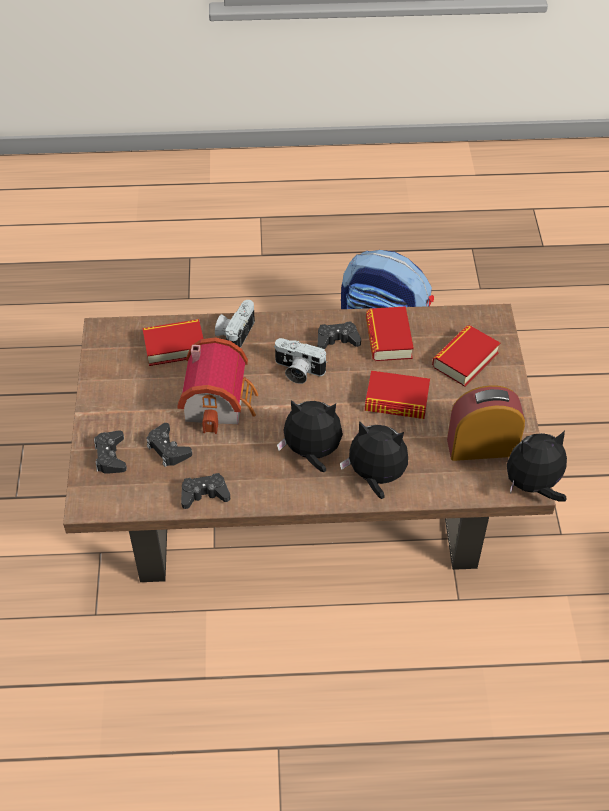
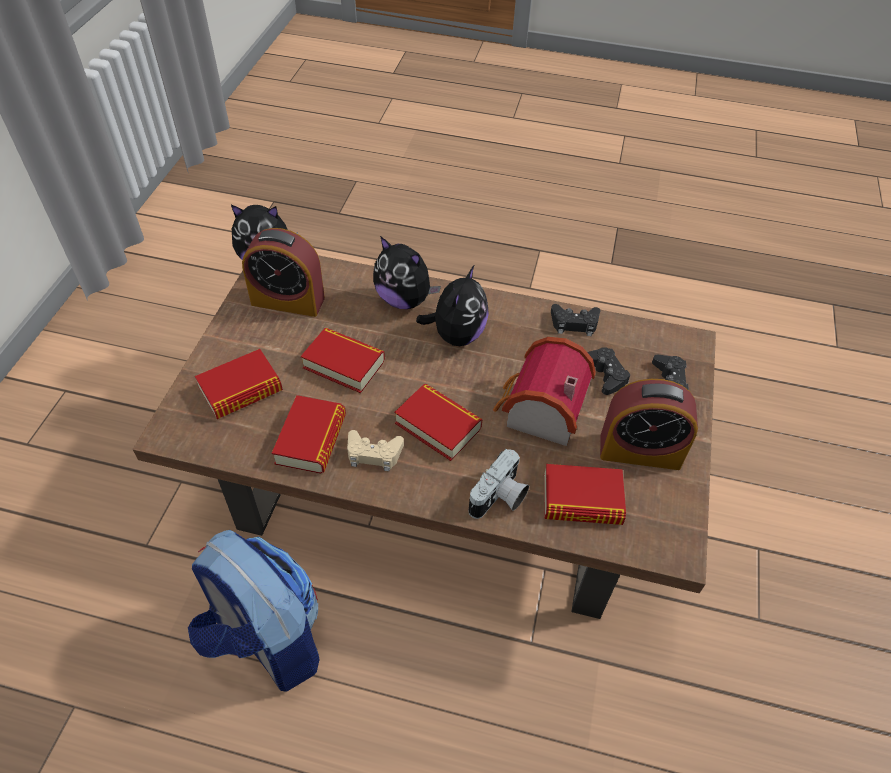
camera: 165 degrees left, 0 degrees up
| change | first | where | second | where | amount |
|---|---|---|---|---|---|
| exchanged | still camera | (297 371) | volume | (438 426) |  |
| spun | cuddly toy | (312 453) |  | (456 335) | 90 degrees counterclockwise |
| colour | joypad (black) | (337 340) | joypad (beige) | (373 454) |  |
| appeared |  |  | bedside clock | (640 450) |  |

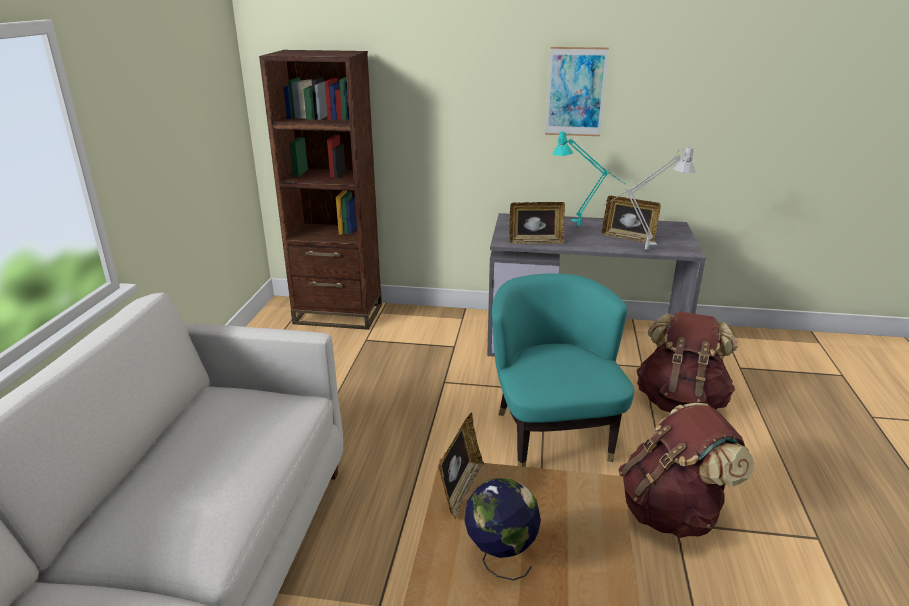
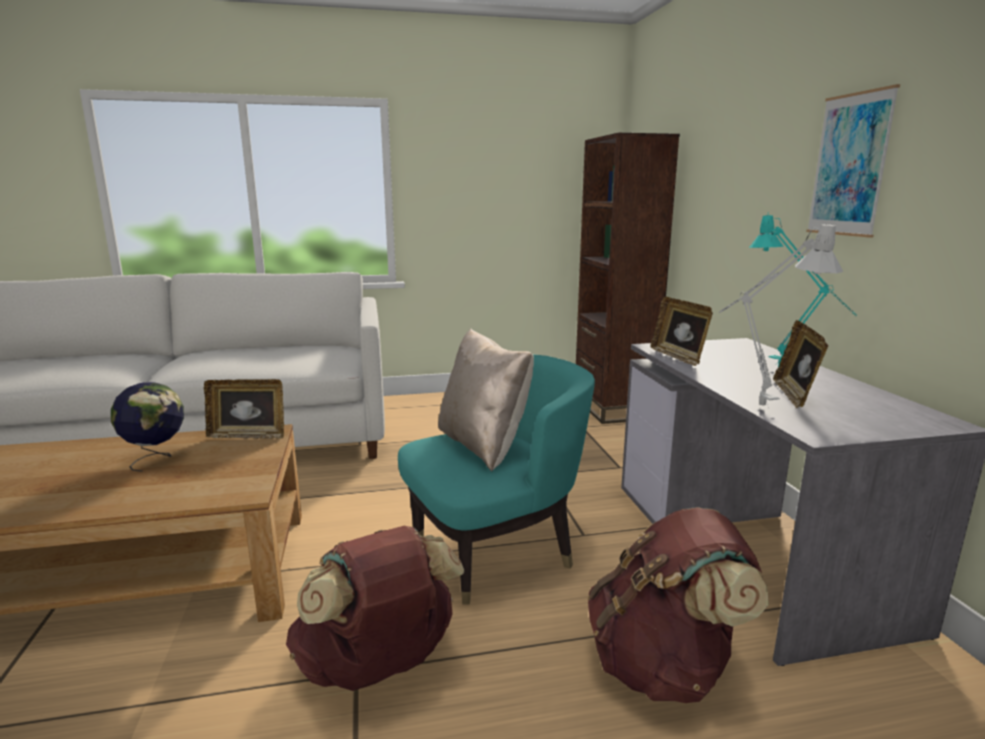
camera: 70 degrees right, 10 degrees down
| change | first | where | second | where | amount |
|---|---|---|---|---|---|
| appeared |  |  | throw pillow (beige) | (483 445) |  |

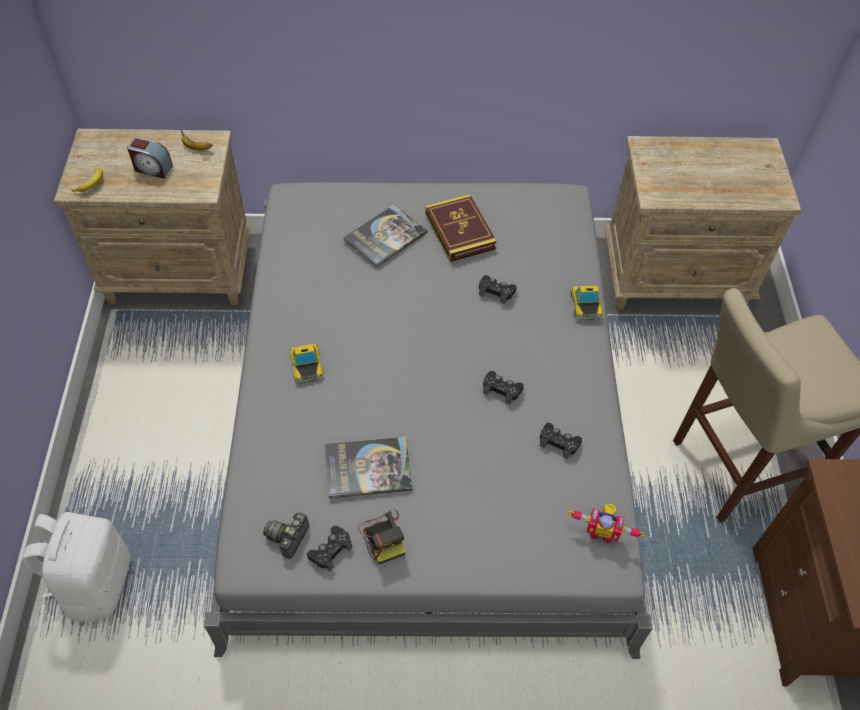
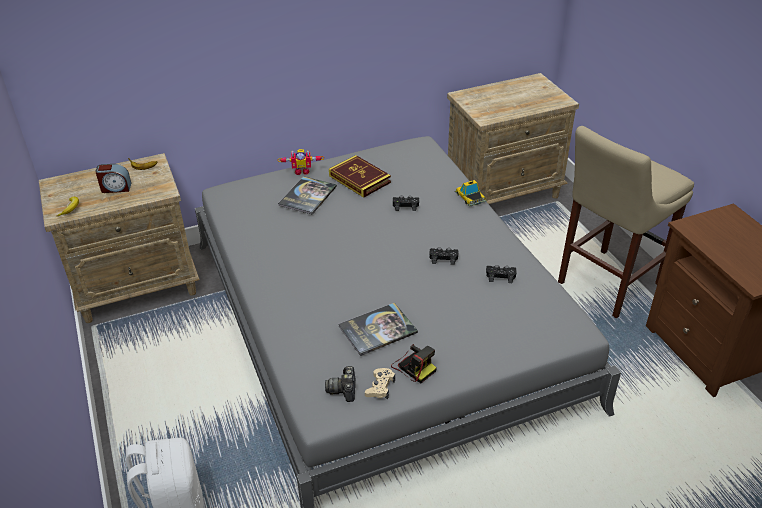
camera: 20 degrees left, 15 degrees down
| change | first | where | second | where | amount |
|---|---|---|---|---|---|
| missing | miniature car | (306 365) |  |  |  |
| colour | joypad (black) | (330 550) | joypad (beige) | (380 387) |  |
| relocated | robot figure | (602 531) |  | (302 171) |  |

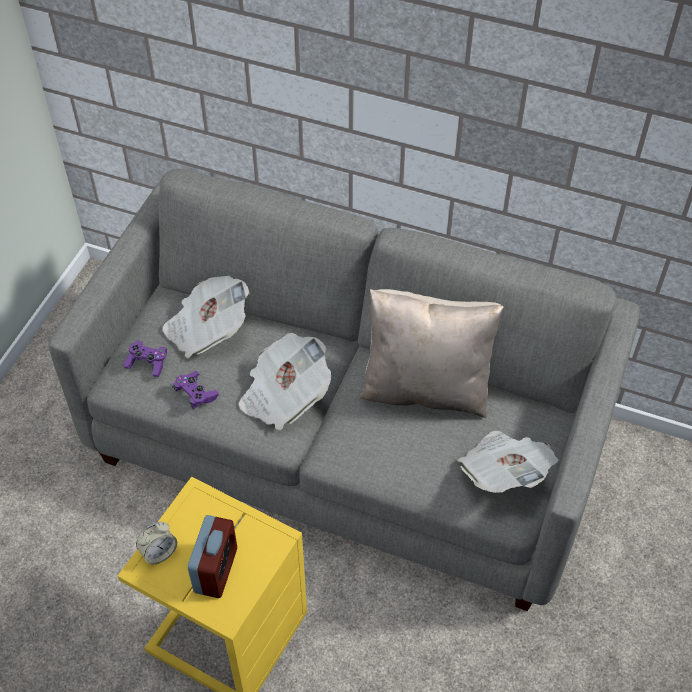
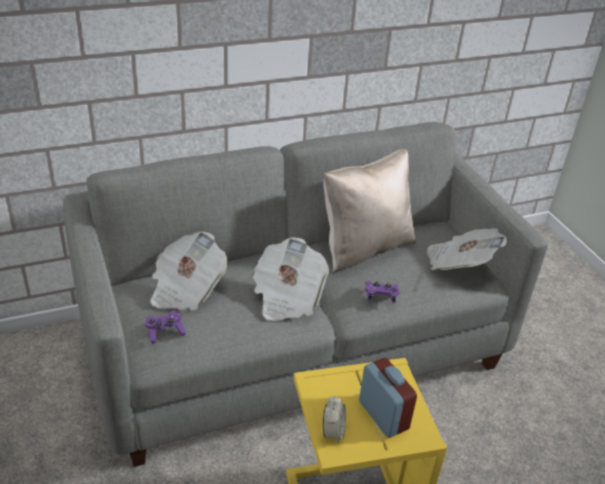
camera: 45 degrees left, 15 degrees down
| change | first | where | second | where | amount |
|---|---|---|---|---|---|
| relocated | joypad (purple) | (196 394) |  | (381 296) |  |

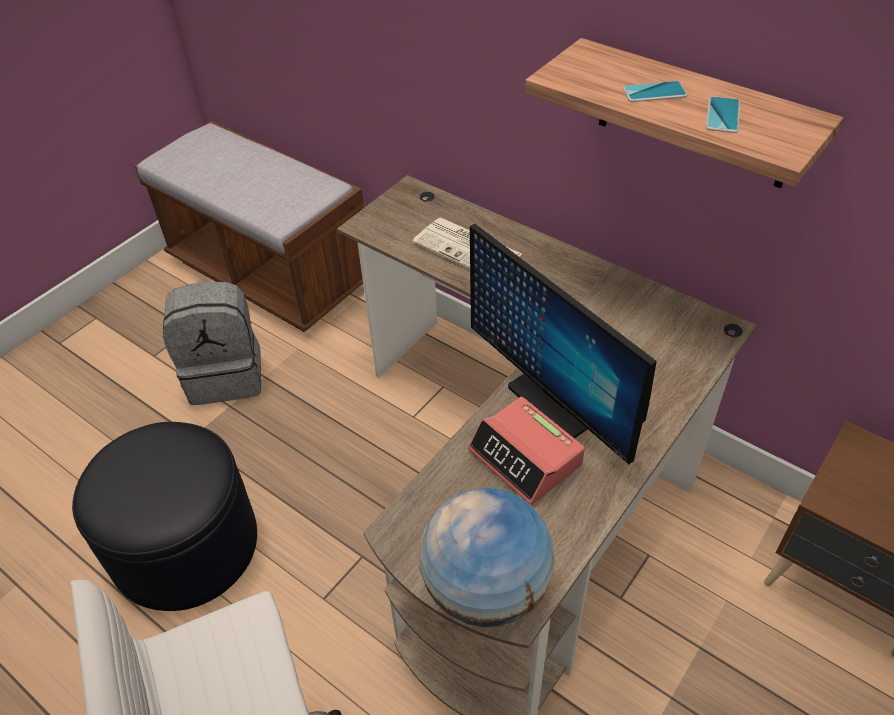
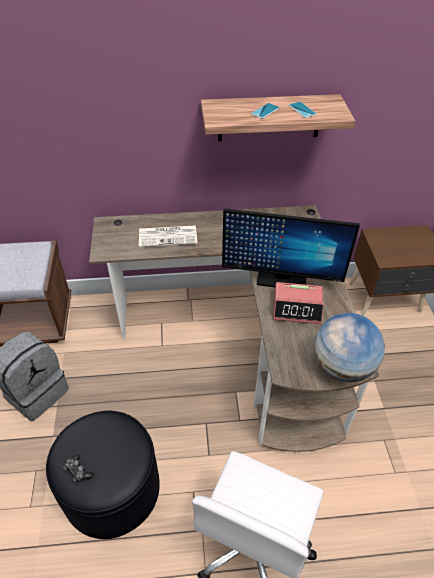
camera: 45 degrees left, 0 degrees up
| change | first | where | second | where | amount |
|---|---|---|---|---|---|
| appeared |  |  | joypad | (78 471) |  |

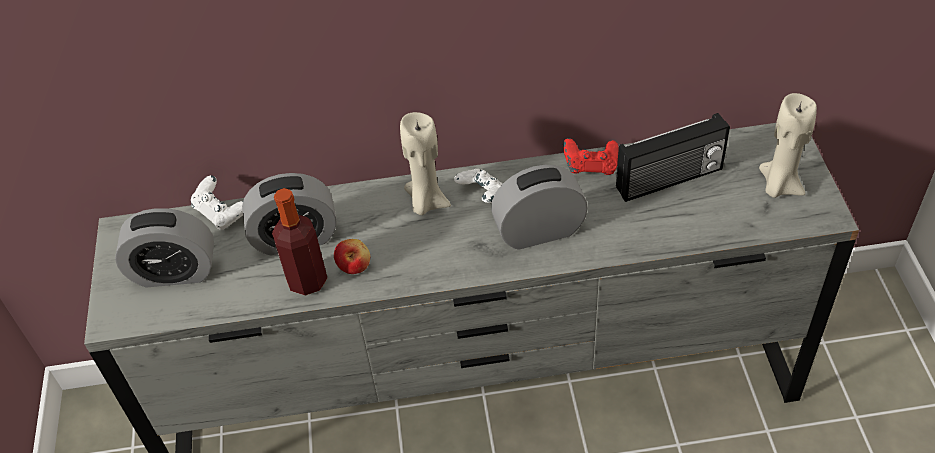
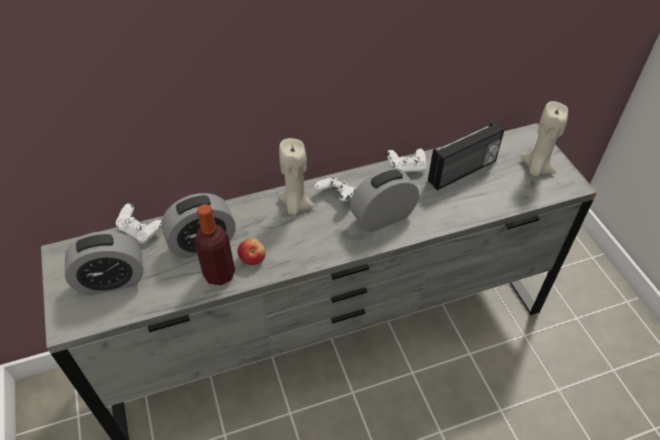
camera: 15 degrees left, 0 degrees up
| change | first | where | second | where | amount |
|---|---|---|---|---|---|
| colour | joypad (red) | (591 167) | joypad (white-coloured) | (406 168) |  |

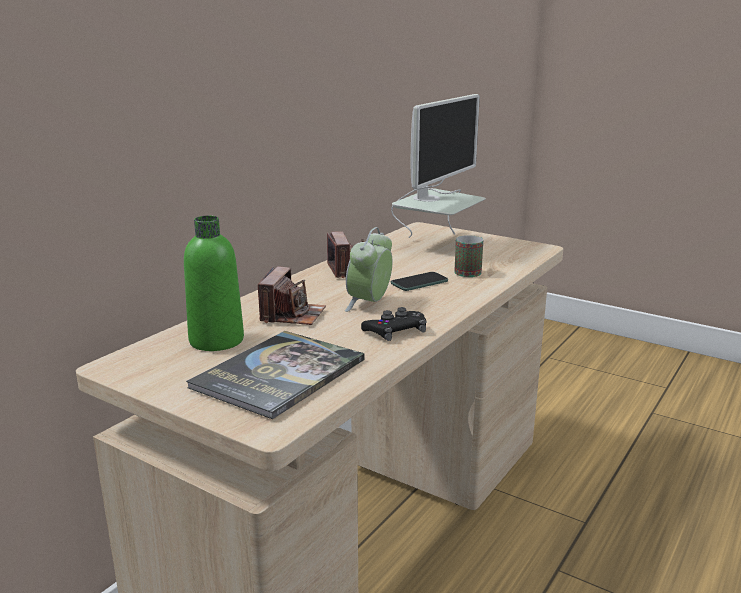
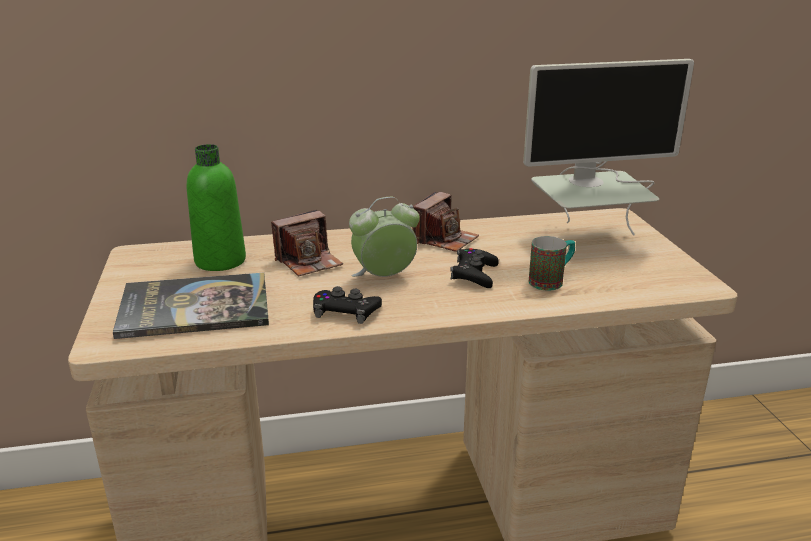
camera: 45 degrees right, 5 degrees up
| change | first | where | second | where | amount |
|---|---|---|---|---|---|
| exchanged | phone | (419 282) | joypad (black) | (474 274) |  |

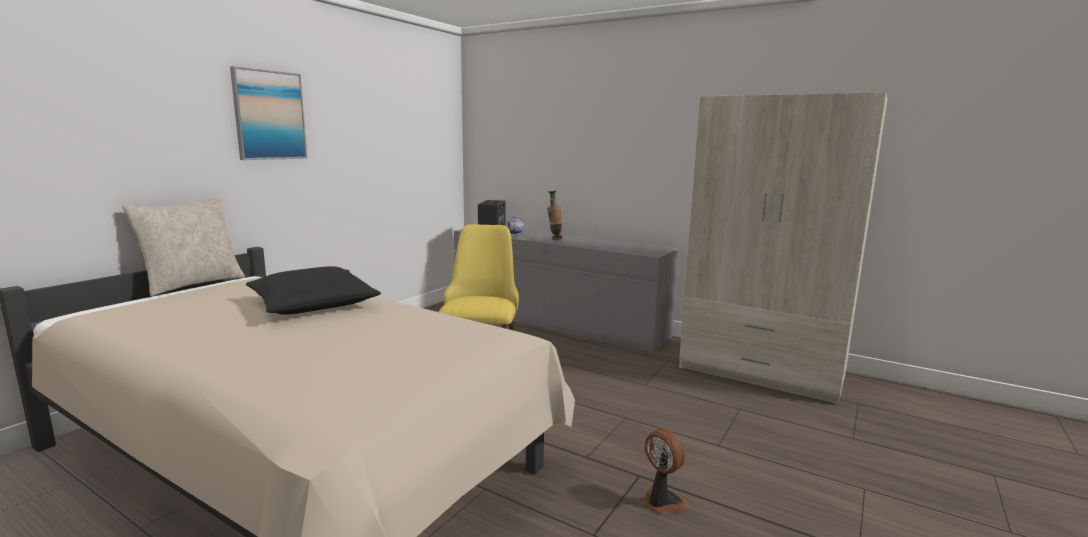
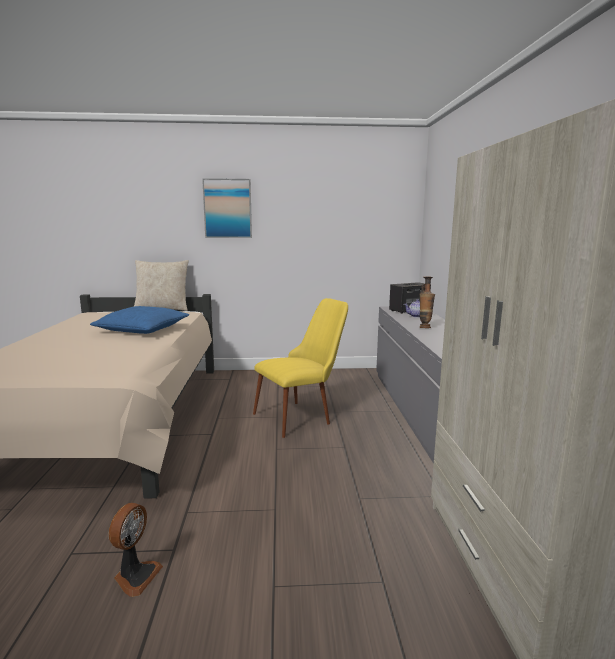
camera: 55 degrees right, 0 degrees up
| change | first | where | second | where | amount |
|---|---|---|---|---|---|
| colour | throw pillow (black) | (314 304) | throw pillow (blue-coloured) | (142 329) |  |

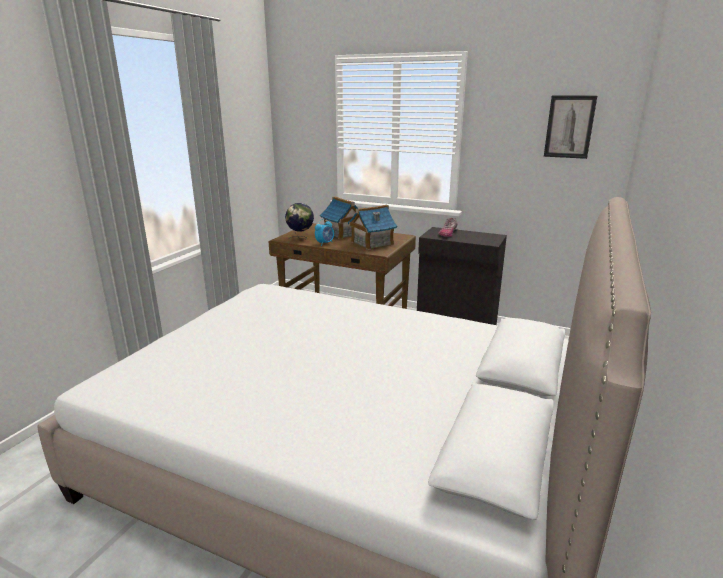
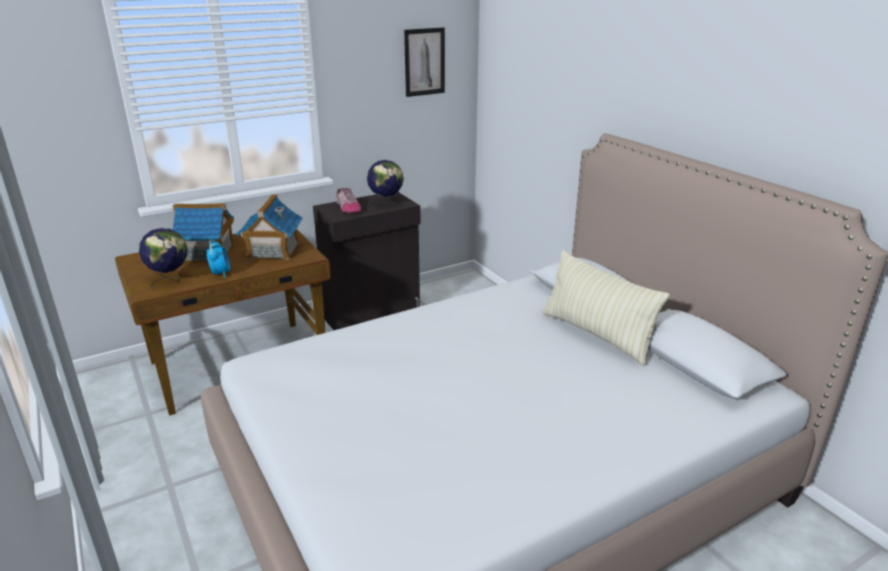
camera: 55 degrees left, 5 degrees up
| change | first | where | second | where | amount |
|---|---|---|---|---|---|
| appeared |  |  | desk globe | (386 205) |  |
| appeared |  |  | throw pillow (beige) | (596 335) |  |

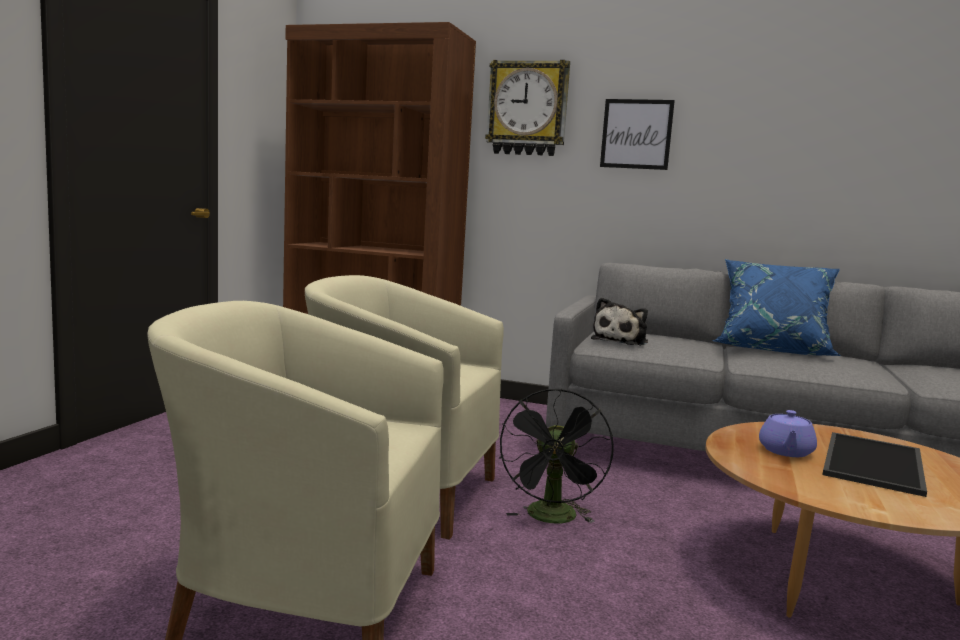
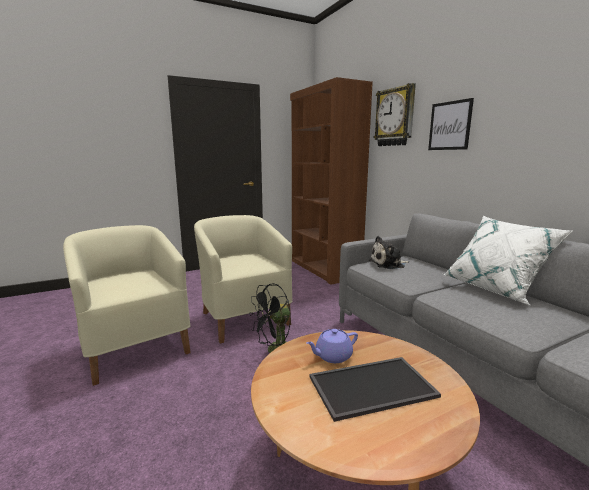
camera: 45 degrees right, 5 degrees up
| change | first | where | second | where | amount |
|---|---|---|---|---|---|
| colour | throw pillow (blue-coloured) | (772 349) | throw pillow (white-coloured) | (495 289) |  |

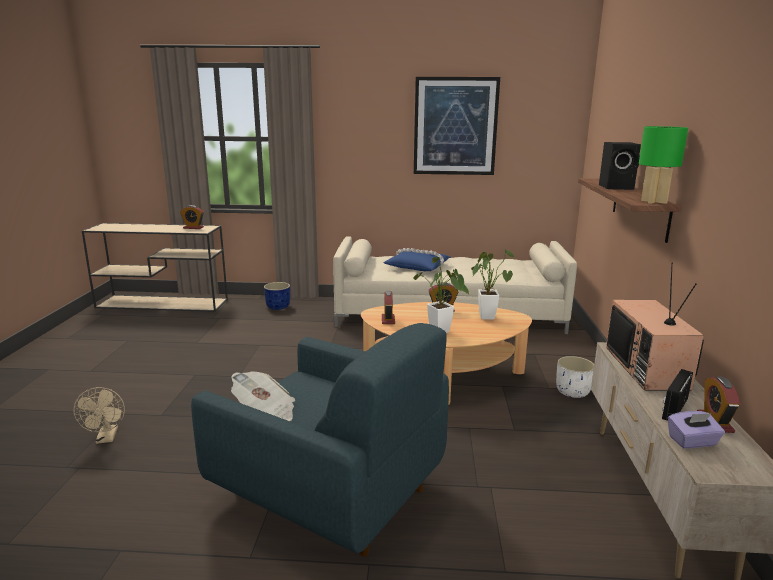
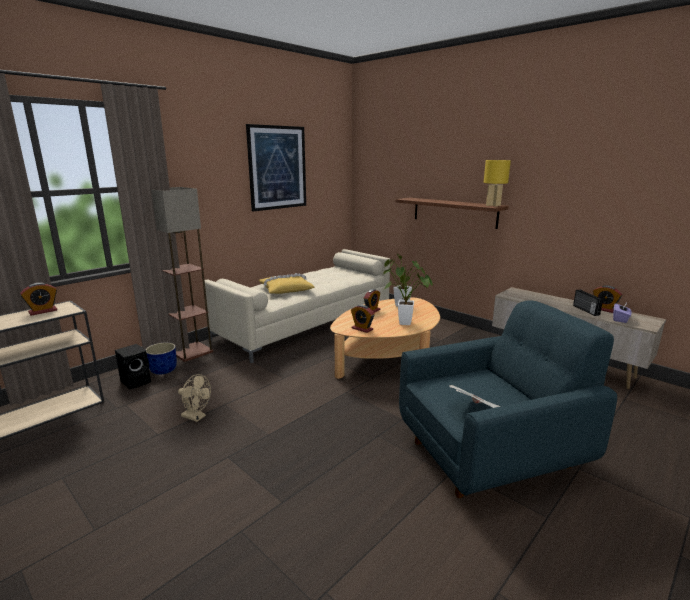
camera: 50 degrees left, 0 degrees up
| change | first | where | second | where | amount |
|---|---|---|---|---|---|
| relocated | fan (beige) | (106 438) |  | (196 417) |  |
| colour | throw pillow (blue-coloured) | (418 266) | throw pillow (yellow-coloured) | (286 289) |  |
| missing | planter (white-coloured) | (573 392) |  |  |  |
| relocated | loudspeaker (black) | (617 187) |  | (137 381) |  |
| missing | TV set | (648 368) |  |  |  |
| colour | lamp for a table (green) | (653 201) | lamp for a table (yellow-coloured) | (493 205) |  |
| appeared |  |  | standard lamp | (191 351) |  |

